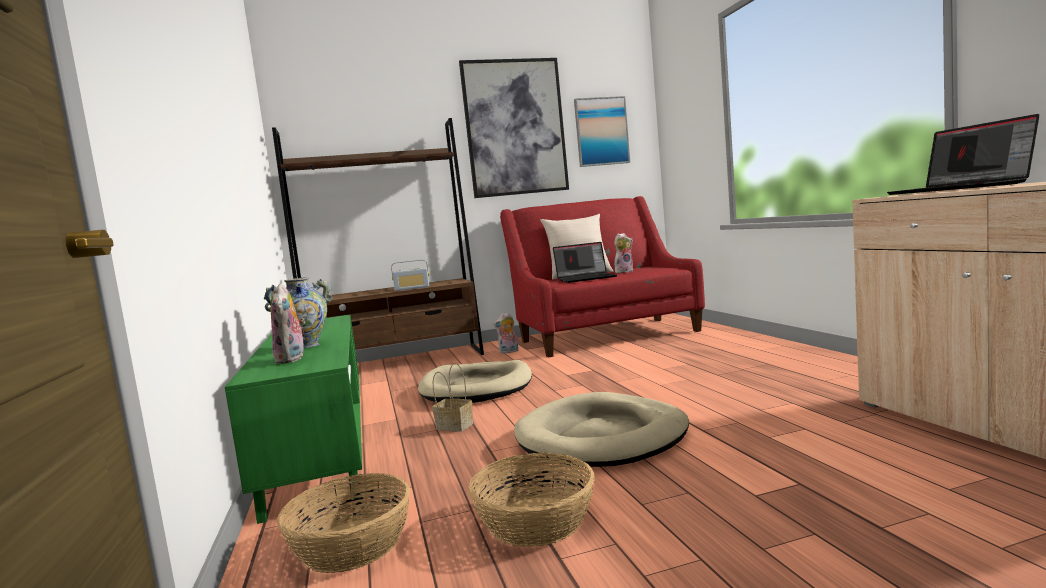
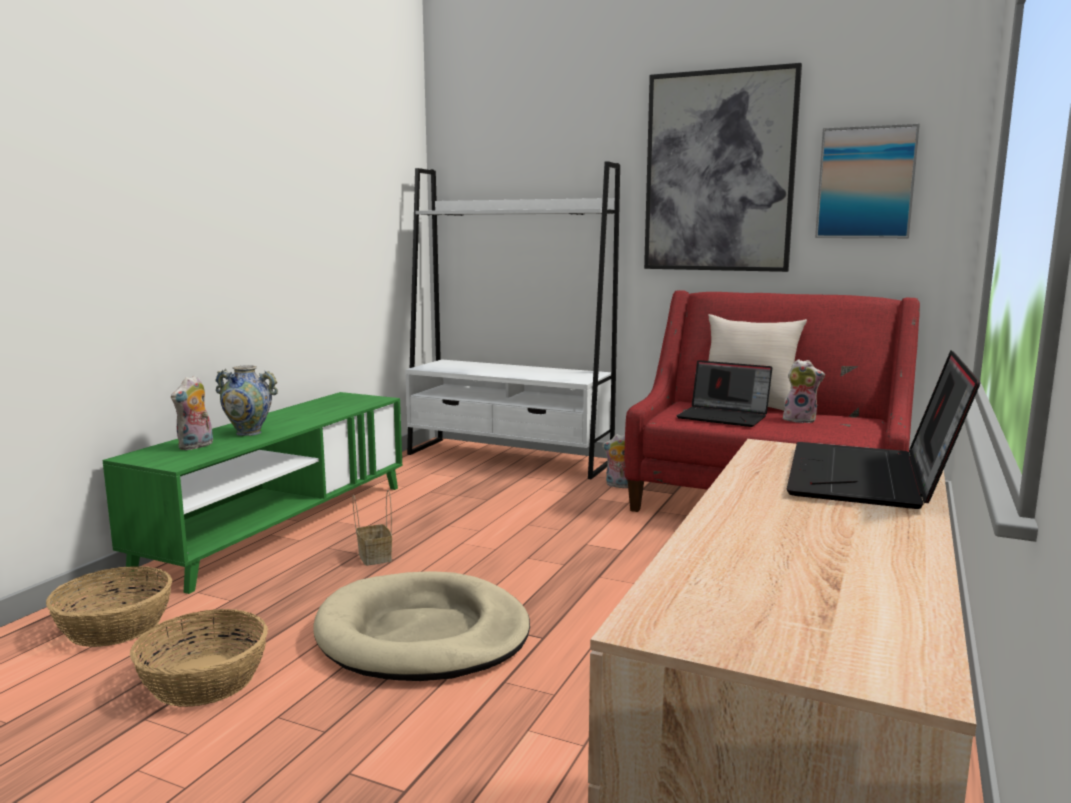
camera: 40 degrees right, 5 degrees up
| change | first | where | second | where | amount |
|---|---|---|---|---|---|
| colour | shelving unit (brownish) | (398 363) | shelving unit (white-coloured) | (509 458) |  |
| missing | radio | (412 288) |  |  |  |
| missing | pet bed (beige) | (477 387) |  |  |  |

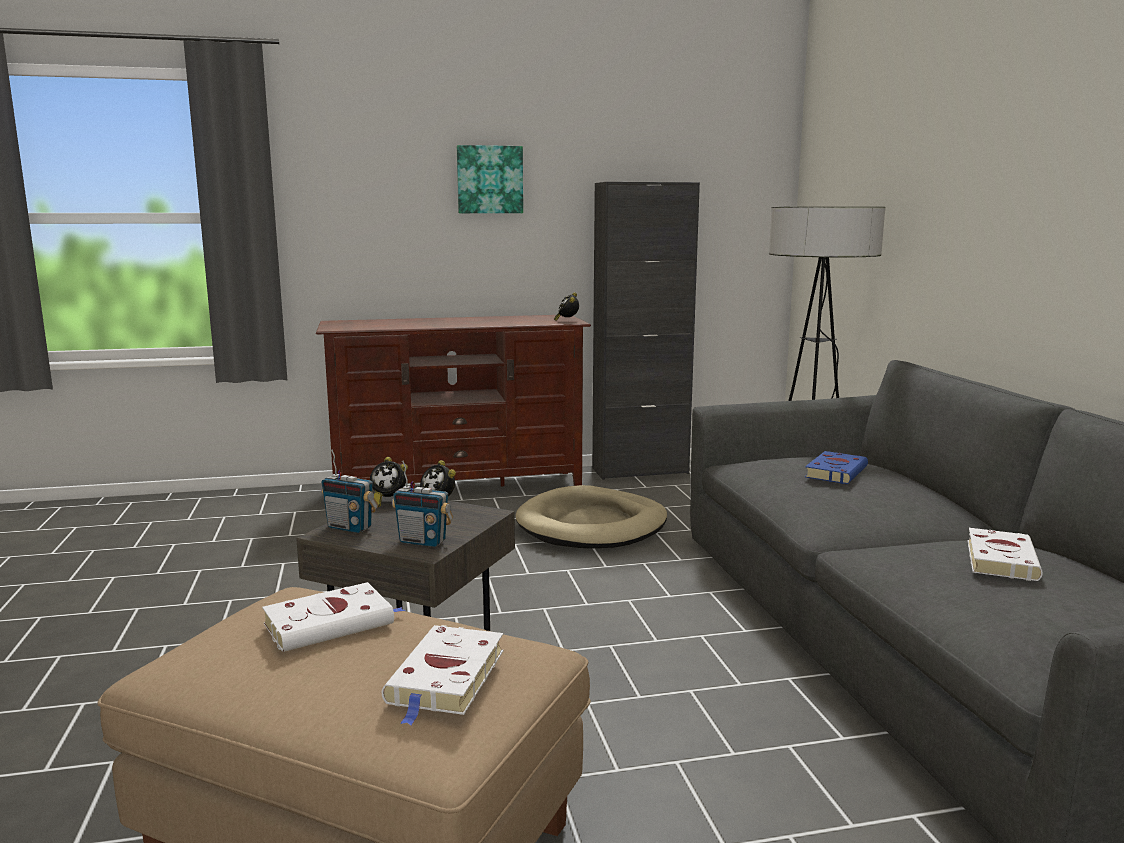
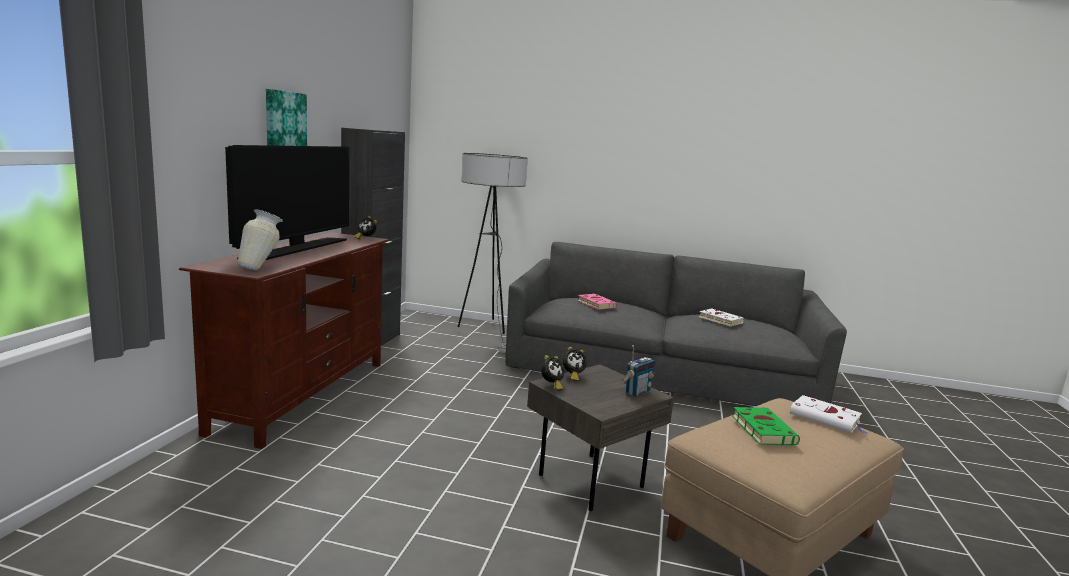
camera: 65 degrees left, 0 degrees up
| change | first | where | second | where | amount |
|---|---|---|---|---|---|
| colour | volume (white-coloured) | (332 623) | volume (green) | (762 429) |  |
| missing | radio | (350 527) |  |  |  |
| missing | pet bed (beige) | (592 525) |  |  |  |
| colour | volume (blue-coloured) | (836 472) | volume (pink) | (595 304) |  |
| appeared |  |  | TV set | (296 249) |  |
| appeared |  |  | decorative vase | (262 268) |  |

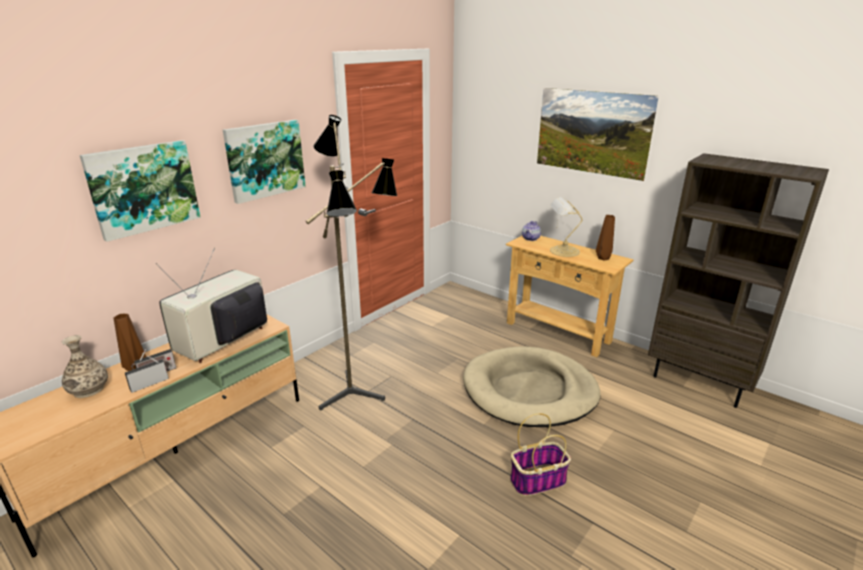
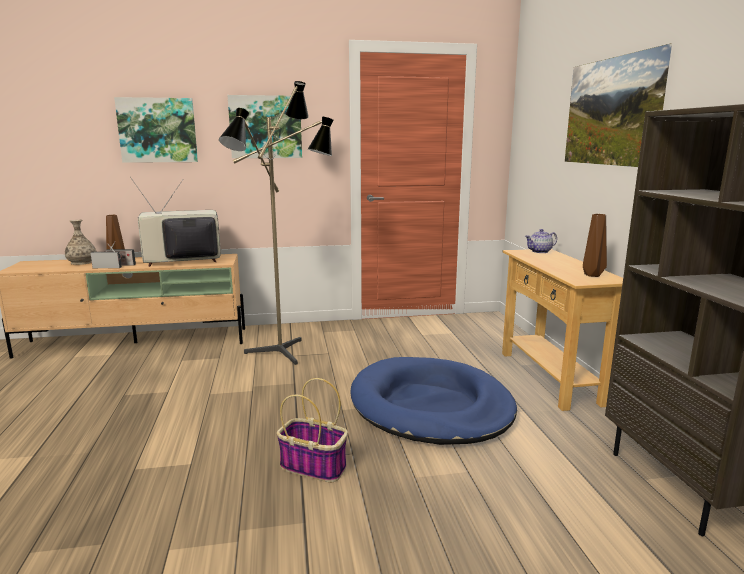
camera: 40 degrees right, 10 degrees down
| change | first | where | second | where | amount |
|---|---|---|---|---|---|
| colour | pet bed (beige) | (529 391) | pet bed (blue-coloured) | (431 406) |  |
| missing | lamp for a table | (563 251) |  |  |  |

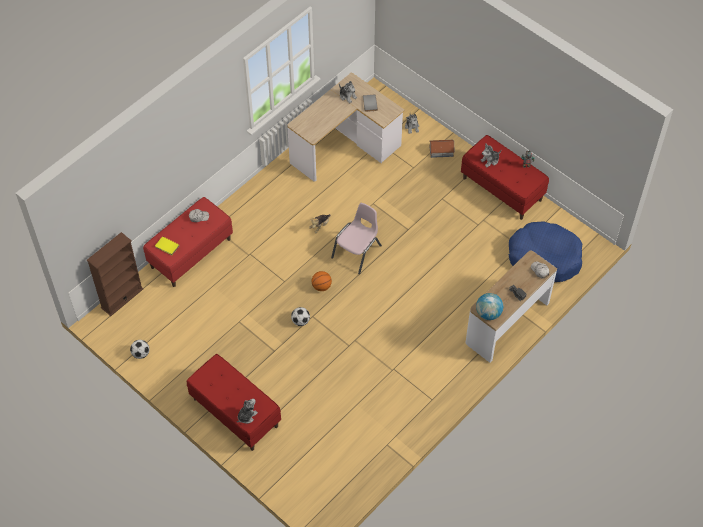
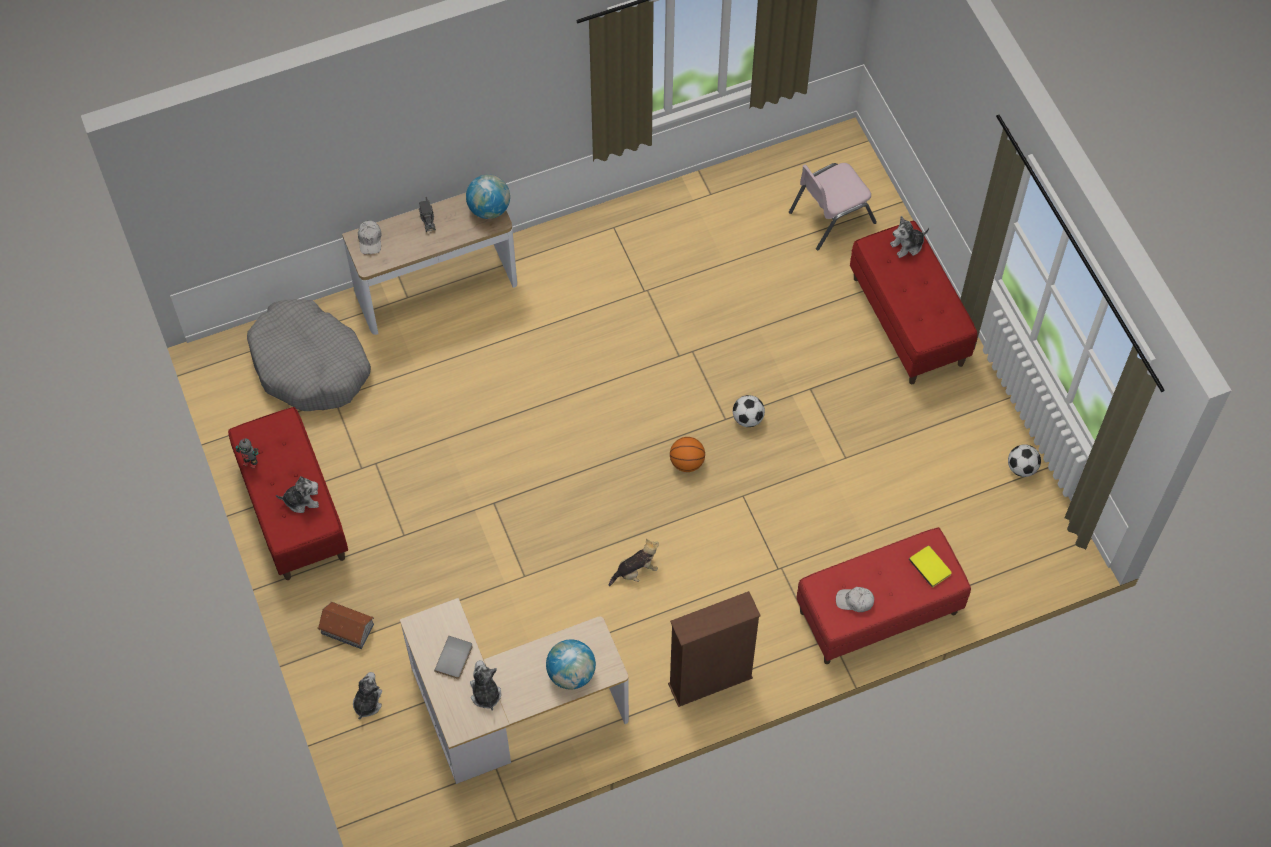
camera: 155 degrees left, 5 degrees up
| change | first | where | second | where | amount |
|---|---|---|---|---|---|
| relocated | shelving unit (brownish) | (122 298) |  | (710 681) |  |
| relocated | chair (pink) | (357 252) |  | (831 217) |  |
| colour | pet bed (blue-coloured) | (544 257) | pet bed (gray) | (310 365) |  |
| appeared |  |  | desk globe | (571 673) |  |

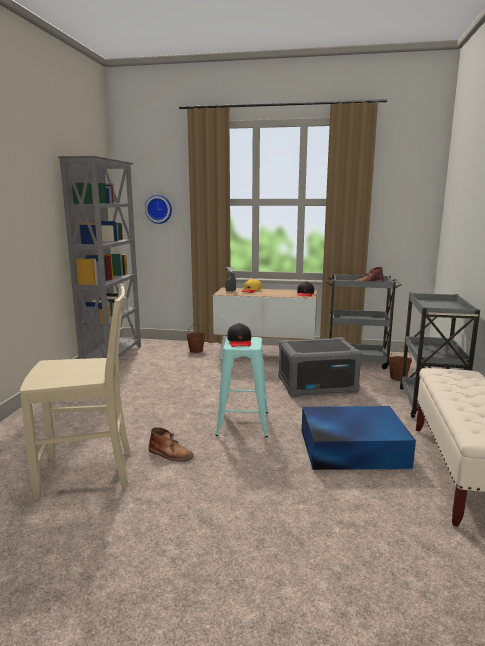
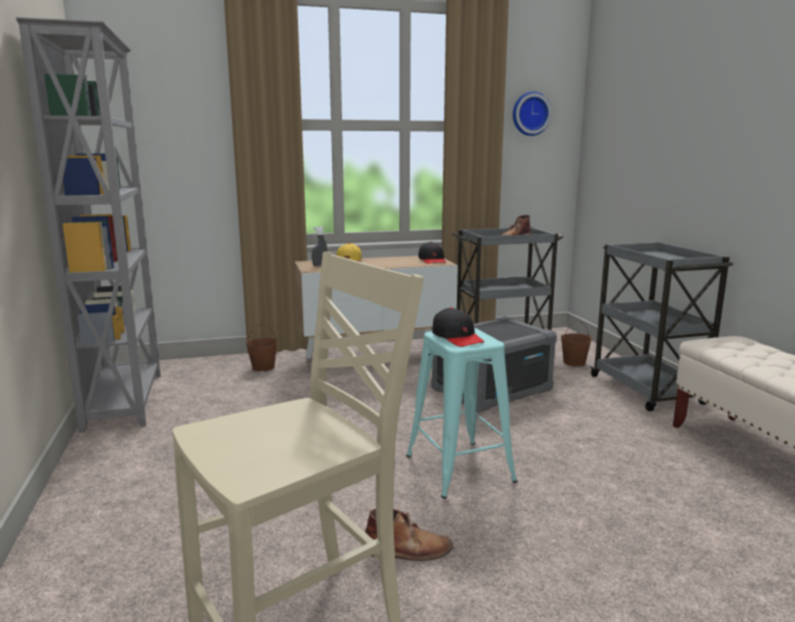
camera: 25 degrees left, 0 degrees up
| change | first | where | second | where | amount |
|---|---|---|---|---|---|
| relocated | wall clock | (159 209) |  | (530 114) |  |
| missing | storage container (blue-coloured) | (351 448) |  |  |  |

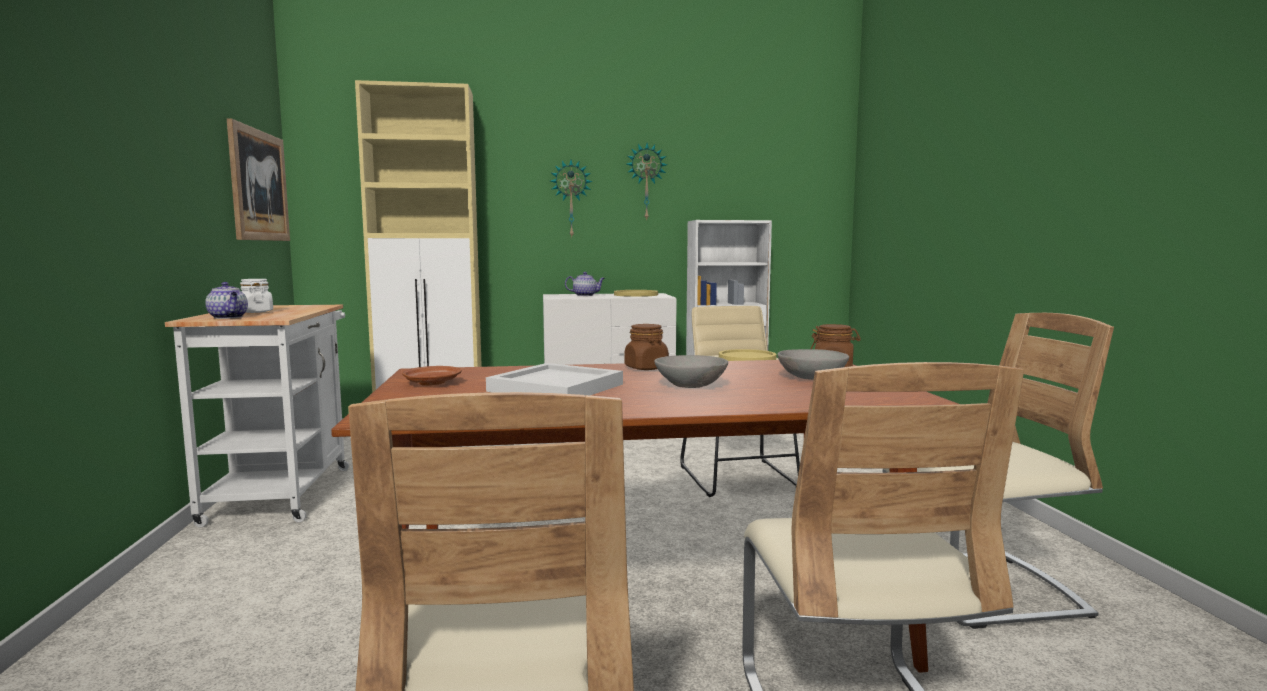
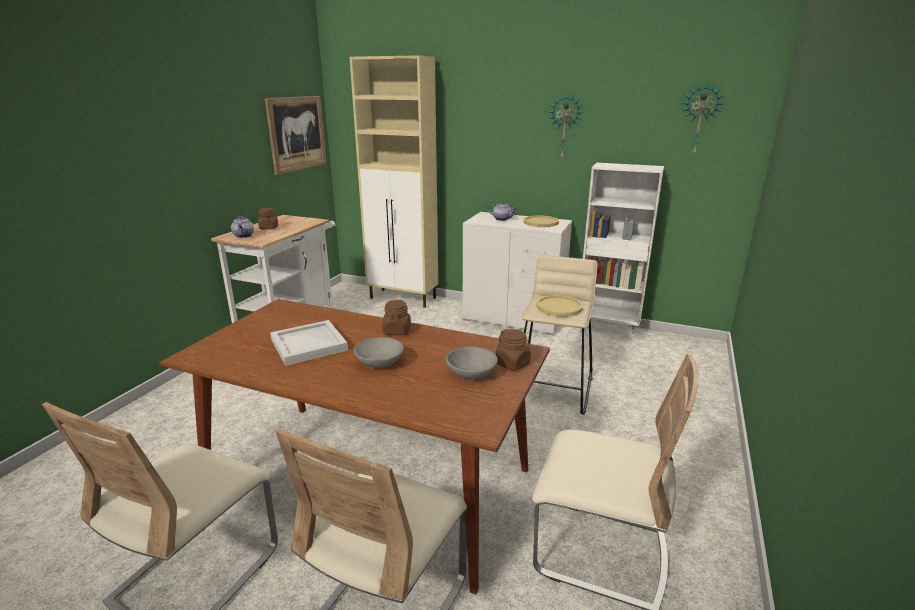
camera: 30 degrees right, 15 degrees up
| change | first | where | second | where | amount |
|---|---|---|---|---|---|
| colour | preserve jar (white-coloured) | (256 312) | preserve jar (brownish) | (269 228) |  |
| missing | plate (brownish) | (432 383) |  |  |  |
| relocated | wall clock | (571 199) |  | (699 119) |  |

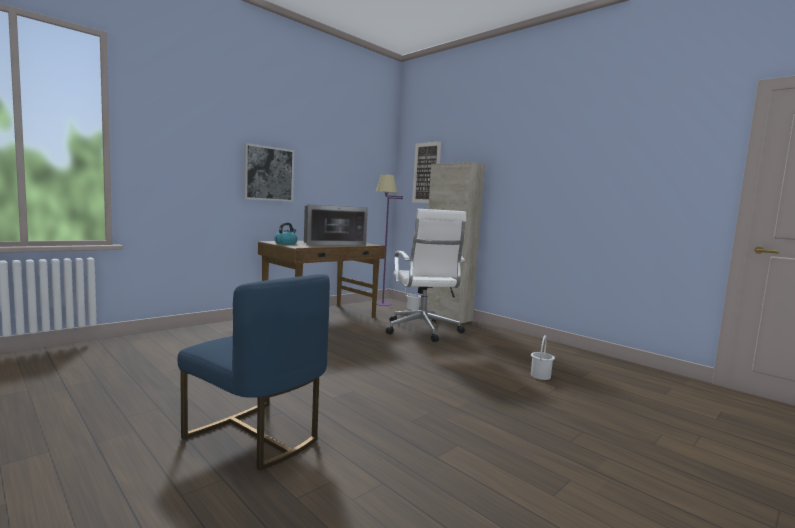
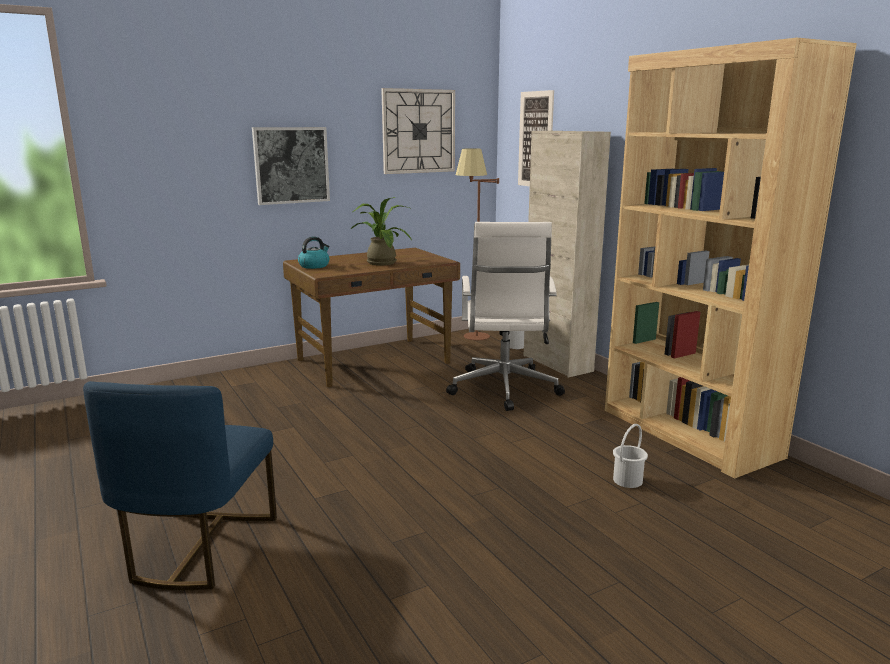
camera: 15 degrees right, 10 degrees up
| change | first | where | second | where | amount |
|---|---|---|---|---|---|
| spun | chair (blue-coloured) | (256 436) |  | (198 548) | 45 degrees clockwise |
| exchanged | kitchen microwave | (331 244) | plant in a pot | (380 262) |  |
| colour | standard lamp (purple) | (382 305) | standard lamp (brownish) | (473 340) |  |
| appeared |  |  | wall clock | (418 131) |  |
| appeared |  |  | shelving unit (brownish) | (688 433) |  |

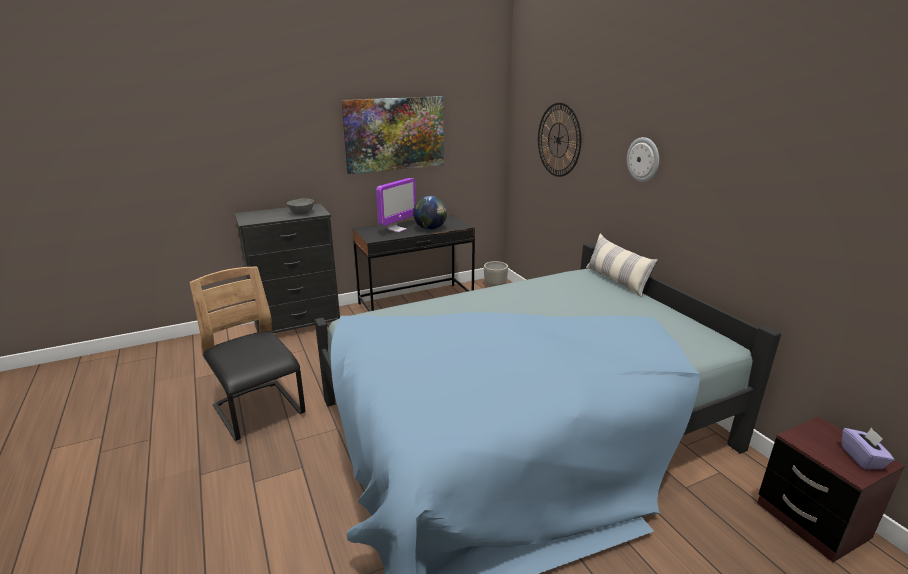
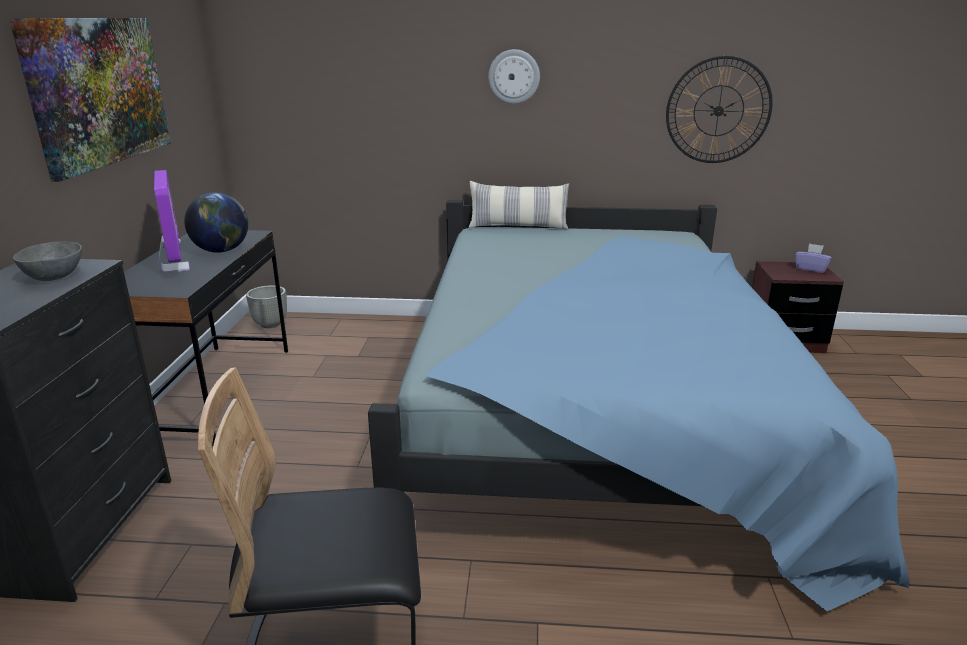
camera: 60 degrees left, 0 degrees up
| change | first | where | second | where | amount |
|---|---|---|---|---|---|
| relocated | wall clock | (558 140) |  | (718 110) |  |

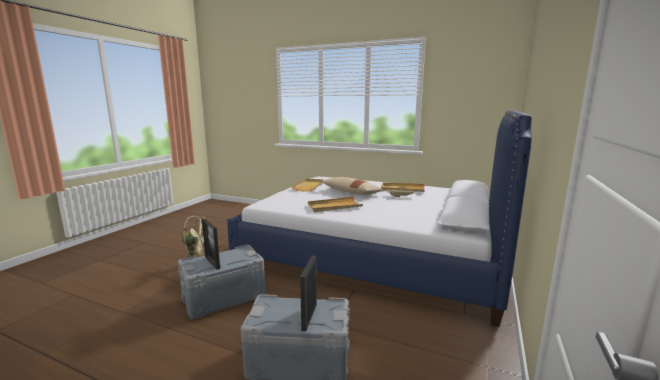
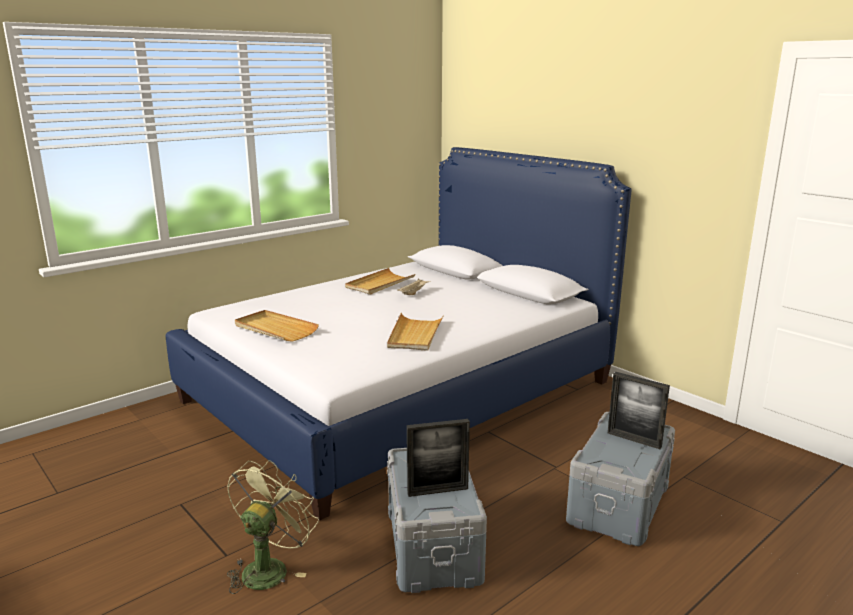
camera: 65 degrees left, 5 degrees up
| change | first | where | second | where | amount |
|---|---|---|---|---|---|
| missing | throw pillow (beige) | (351 192) |  |  |  |

